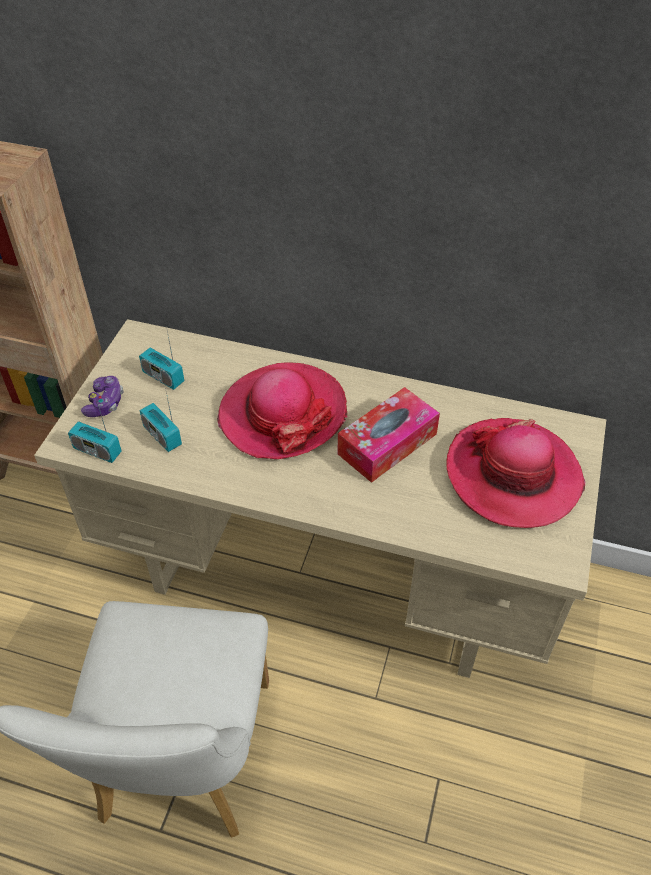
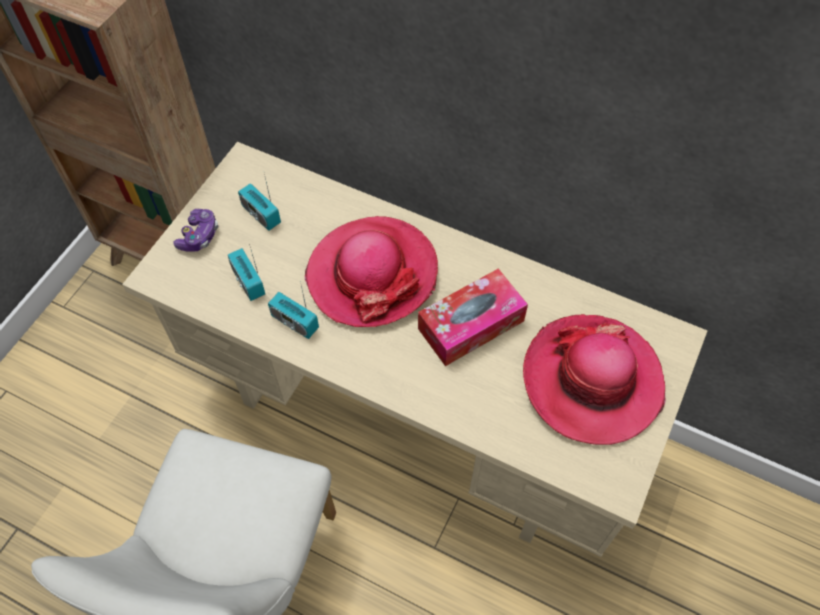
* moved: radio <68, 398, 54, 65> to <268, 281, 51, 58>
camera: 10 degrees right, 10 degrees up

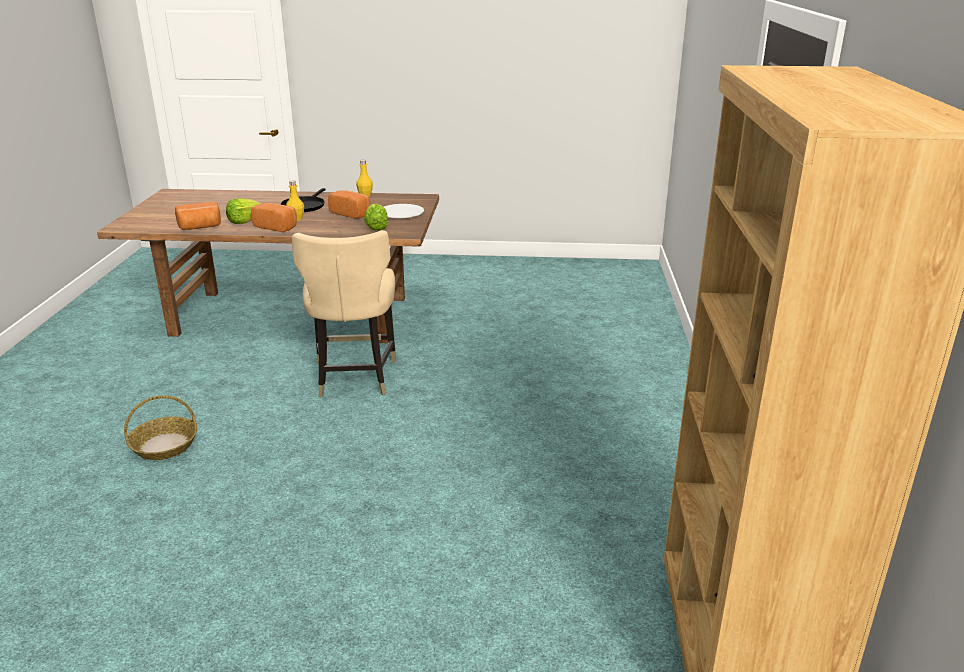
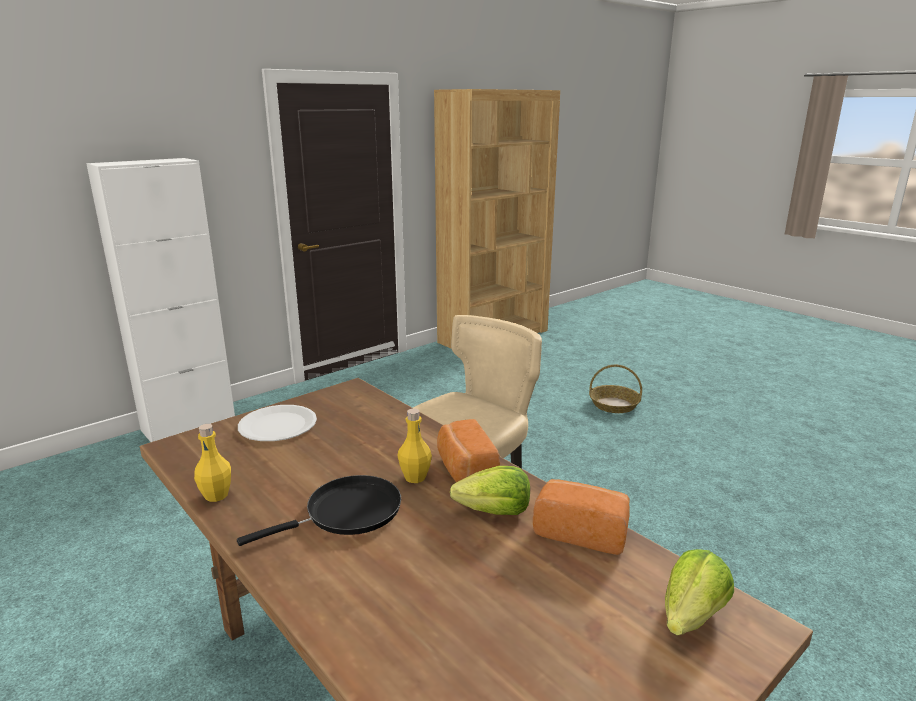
* removed: pain <328, 190, 42, 29>
* moved: laitue <364, 204, 25, 27> to <665, 549, 69, 87>
* moved: panier <124, 395, 73, 65> to <589, 365, 53, 48>
* added: meuble de rangement [blanc] <86, 158, 149, 284>
camera: 135 degrees left, 5 degrees down

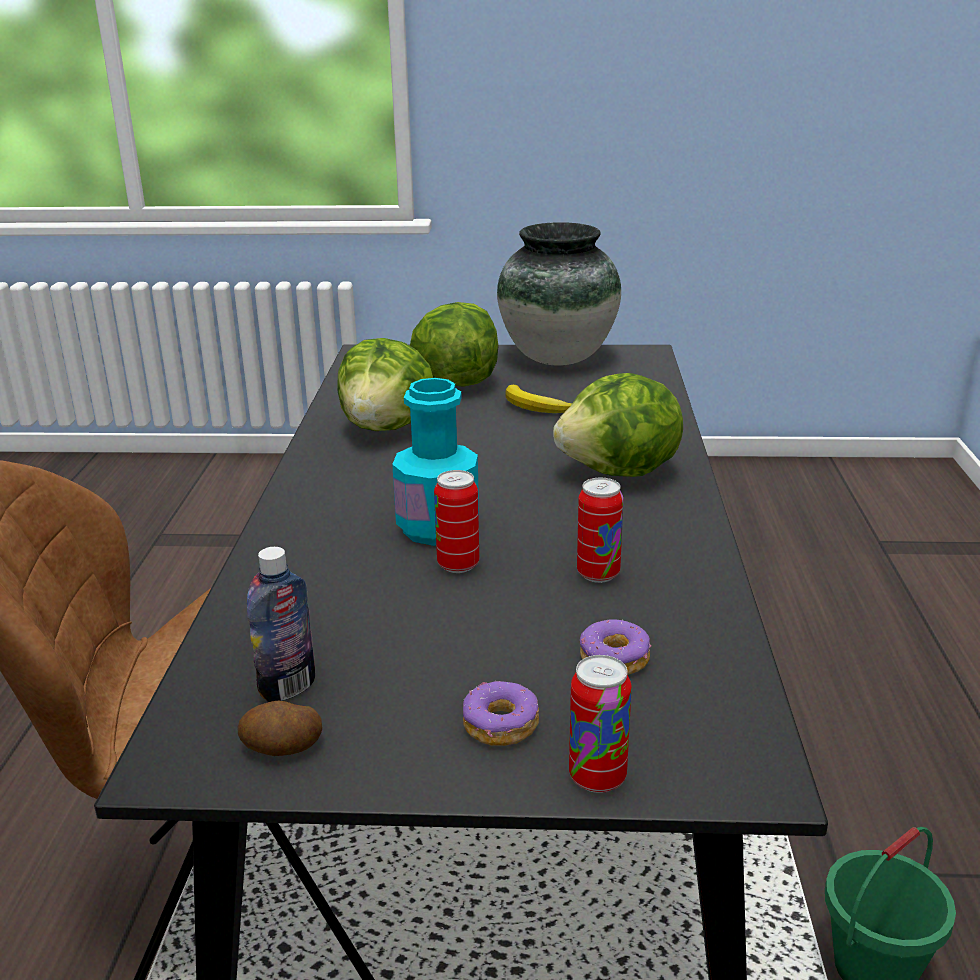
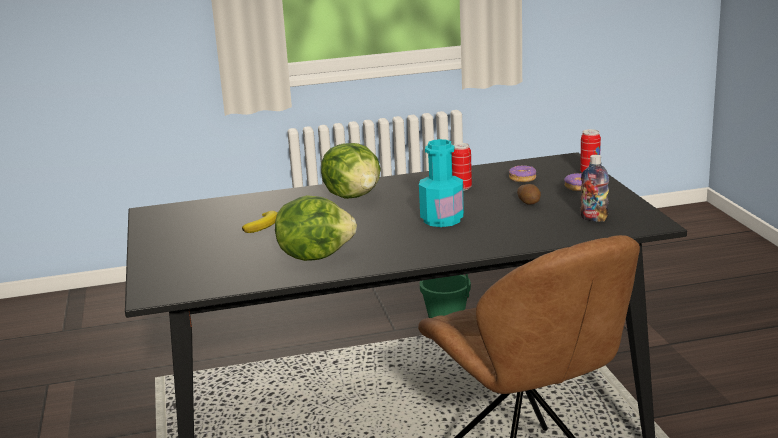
* removed: vase <497, 222, 124, 144>
* removed: laitue <410, 302, 88, 85>
* removed: boîte métallique <434, 470, 45, 103>
* moved: pomme de terre <237, 700, 85, 56> to <517, 184, 24, 21>
camera: 105 degrees left, 5 degrees down

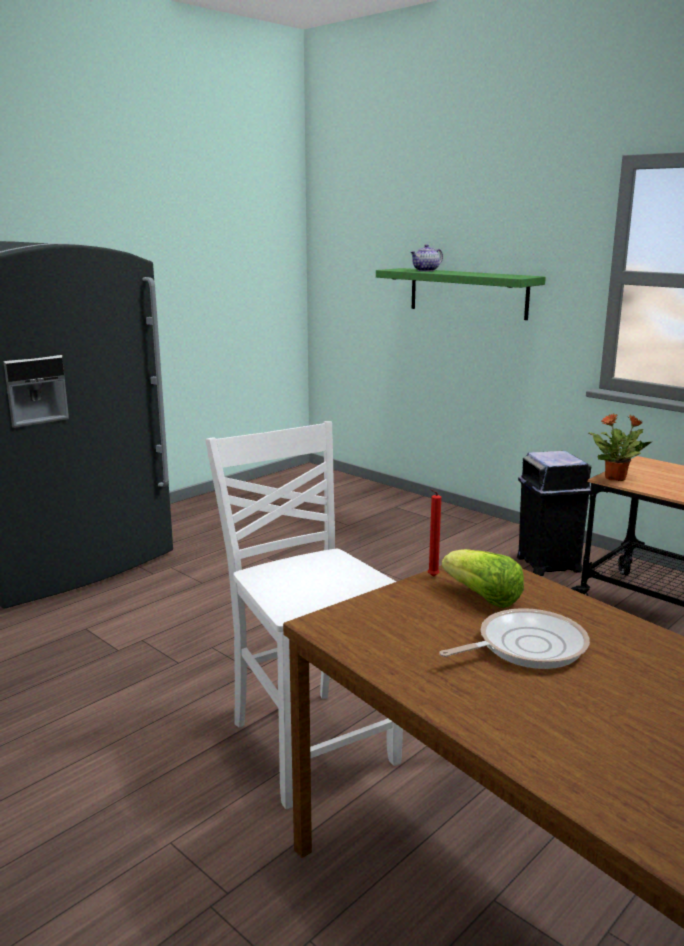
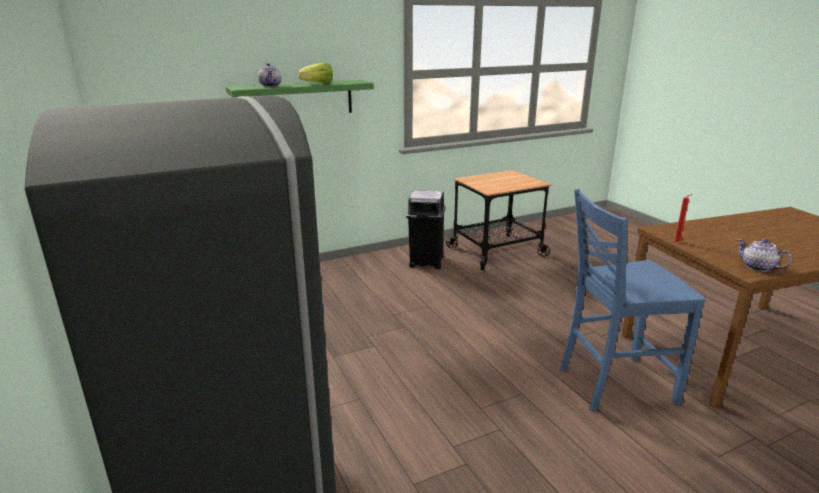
* removed: plante en pot <589, 414, 64, 67>
* recoloured: chaise [blanc] <205, 421, 198, 388> to chaise [bleu] <560, 189, 145, 223>
* moved: laitue <442, 549, 82, 59> to <298, 62, 35, 22>
* removed: poêle <440, 608, 150, 61>
* added: théière <737, 239, 55, 33>
camera: 70 degrees left, 5 degrees up

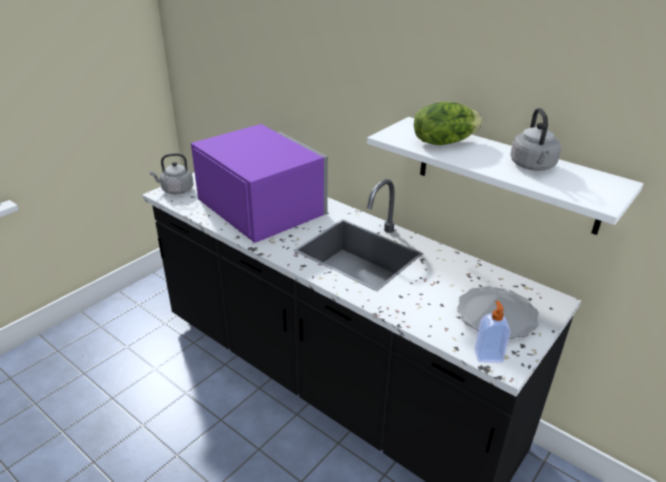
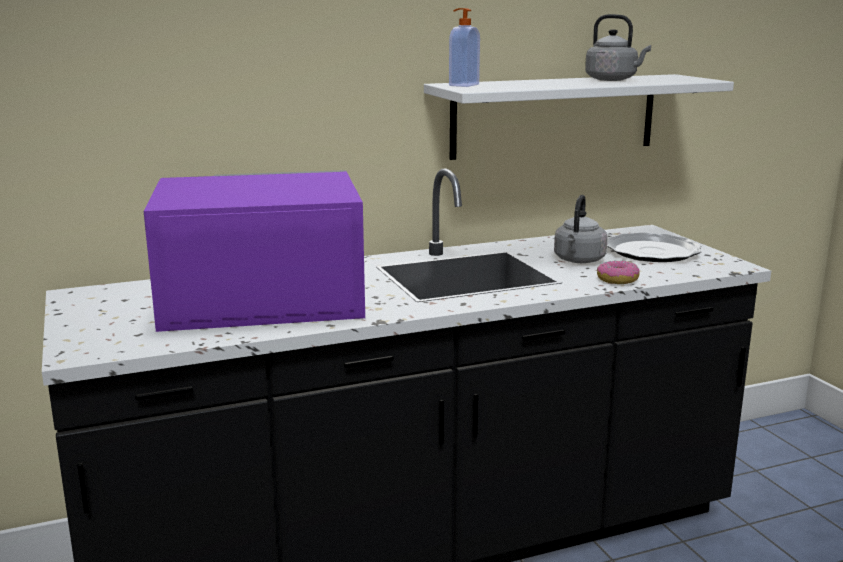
* removed: laitue <414, 102, 69, 43>
* moved: bouilloire [gris] <150, 153, 44, 41> to <554, 195, 54, 68>
* moved: distributeur de savon <474, 301, 37, 62> to <449, 8, 31, 79>
* added: beignet <597, 261, 43, 23>
camera: 60 degrees left, 15 degrees down

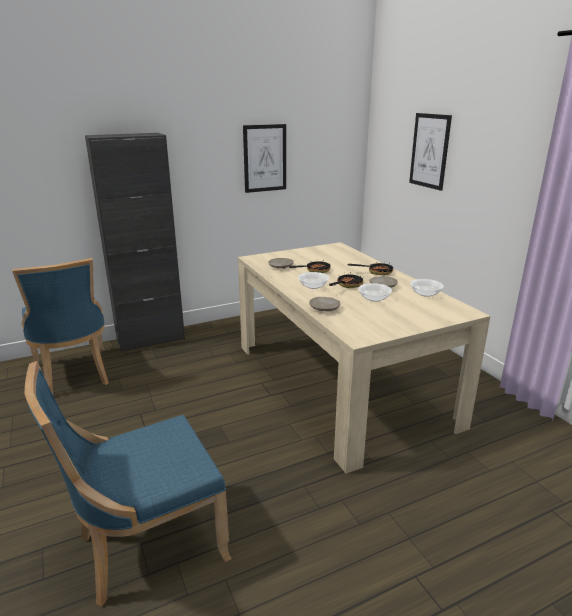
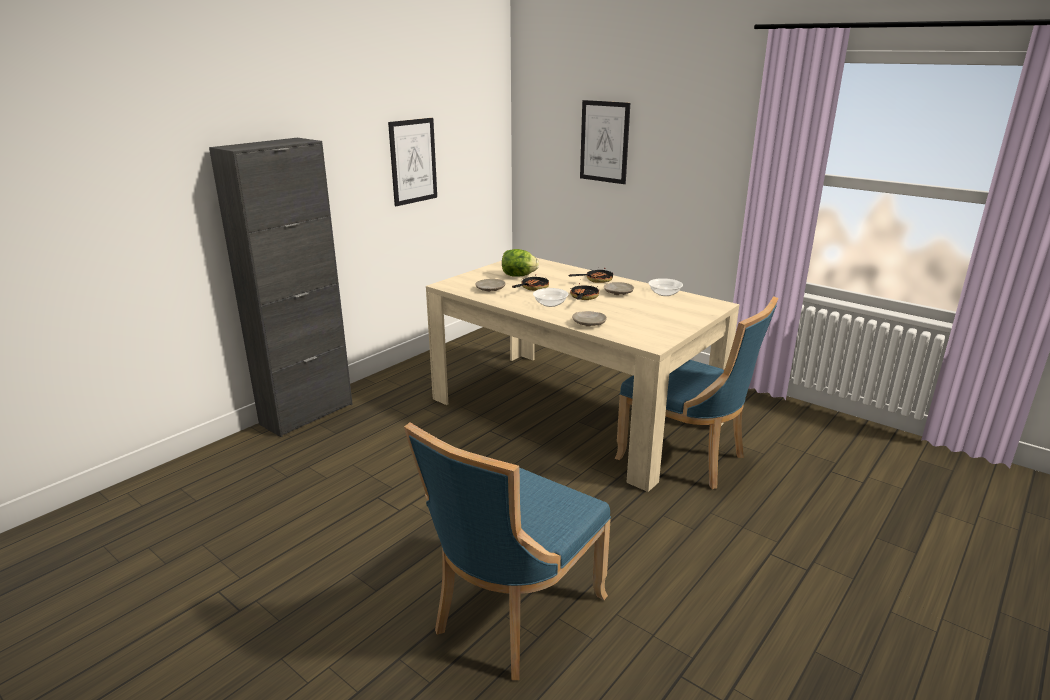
* moved: chaise [bleu] <12, 258, 97, 136> to <614, 296, 164, 193>
* removed: bol <358, 283, 34, 19>
* added: laitue <502, 249, 37, 28>
camera: 25 degrees left, 0 degrees up

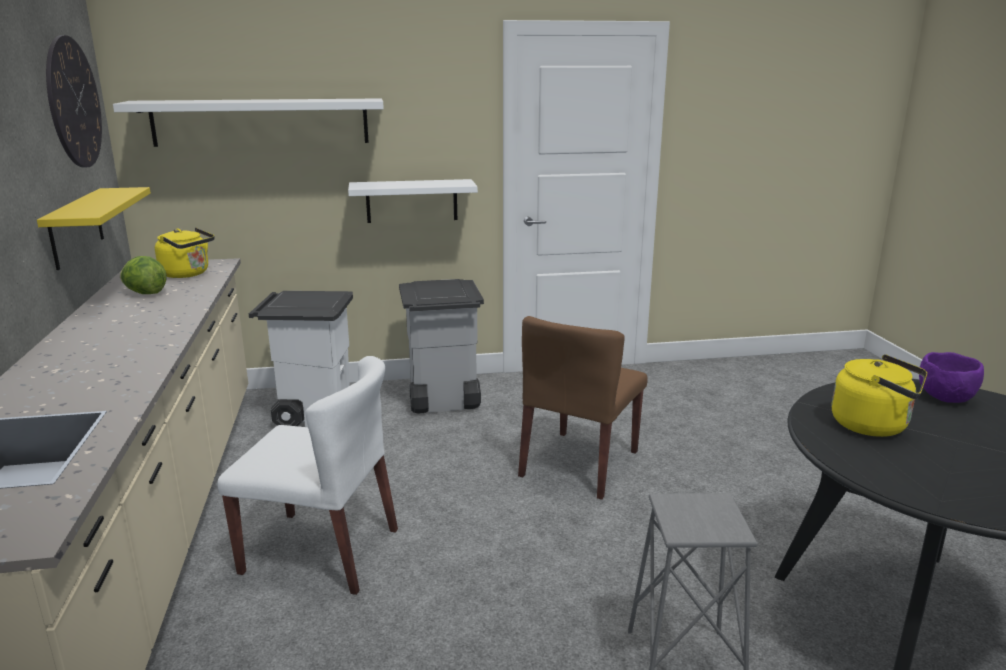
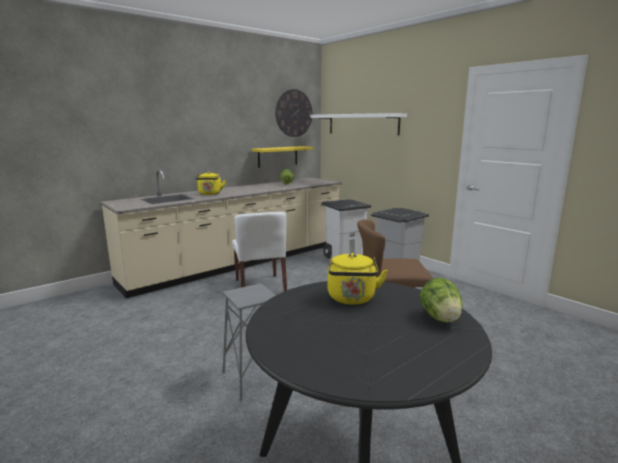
* removed: étagère [blanc] <348, 179, 130, 44>
* moved: bouilloire [jaune] <155, 228, 60, 50> to <195, 172, 31, 23>
* replaced: bol [violet] <919, 352, 65, 51> to laitue <420, 277, 42, 45>
camera: 60 degrees right, 5 degrees down

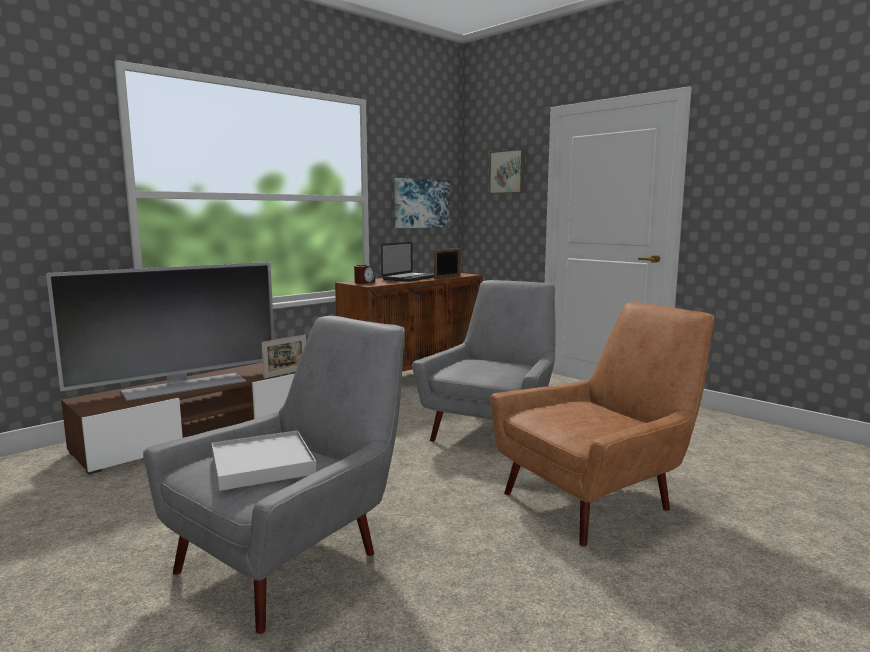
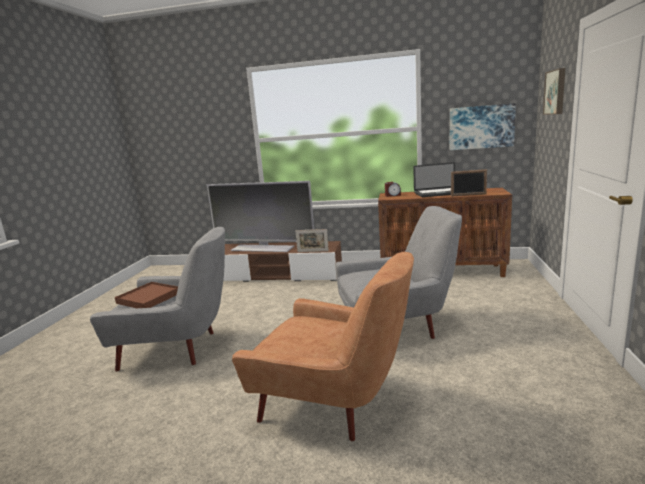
* recoloured: plateau [blanc] <212, 430, 104, 61> to plateau [marron] <115, 282, 63, 26>
camera: 55 degrees right, 5 degrees up

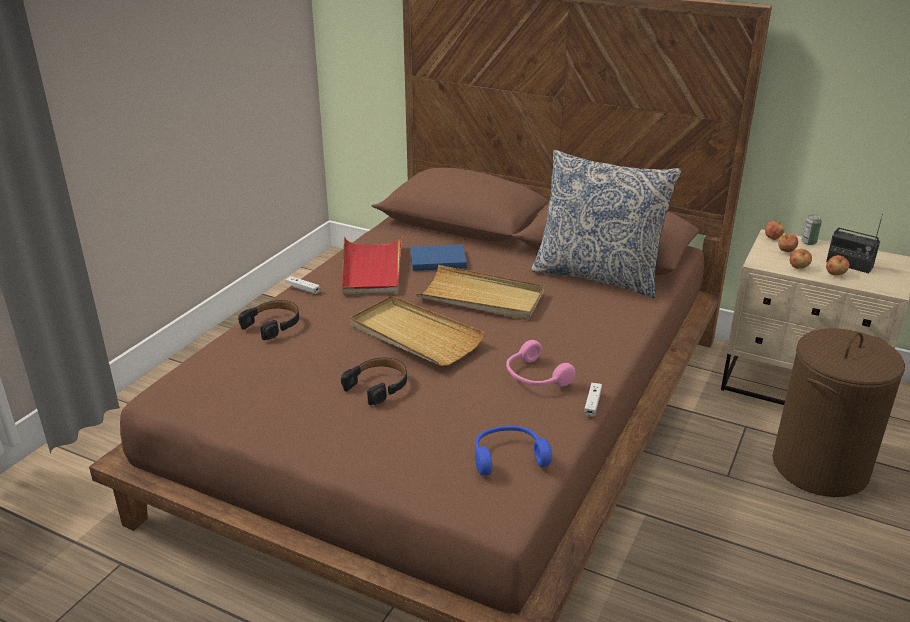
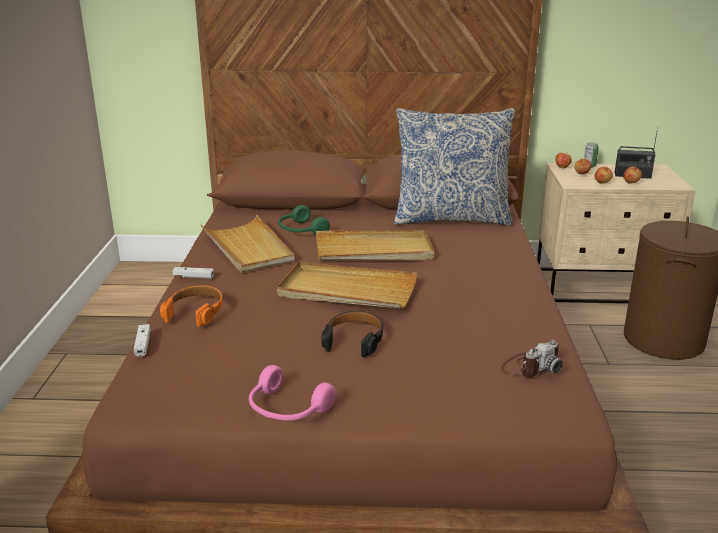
* recoloured: plateau [rouge] <342, 236, 60, 58> to plateau [beige] <201, 215, 94, 58>
* replaced: livre [bleu] <410, 244, 57, 27> to casque audio [vert] <278, 205, 52, 30>
* recoloured: casque audio [noir] <238, 300, 61, 40> to casque audio [orange] <160, 285, 63, 42>
* moved: casque audio [rose] <506, 340, 70, 47> to <249, 365, 86, 56>
* moved: manette [blanc] <584, 383, 18, 34> to <134, 324, 17, 33>
* replaced: casque audio [bleu] <475, 426, 77, 50> to appareil photo <501, 340, 62, 38>
camera: 25 degrees left, 5 degrees down

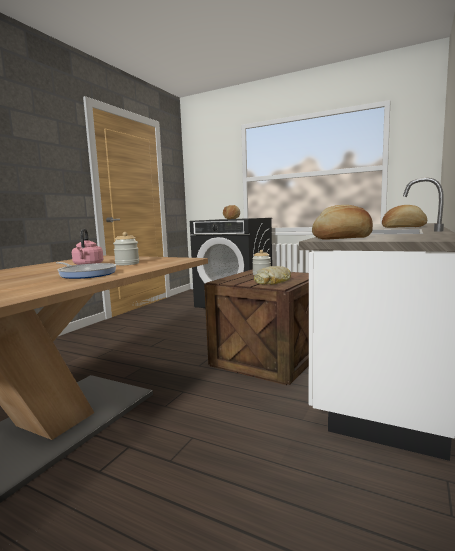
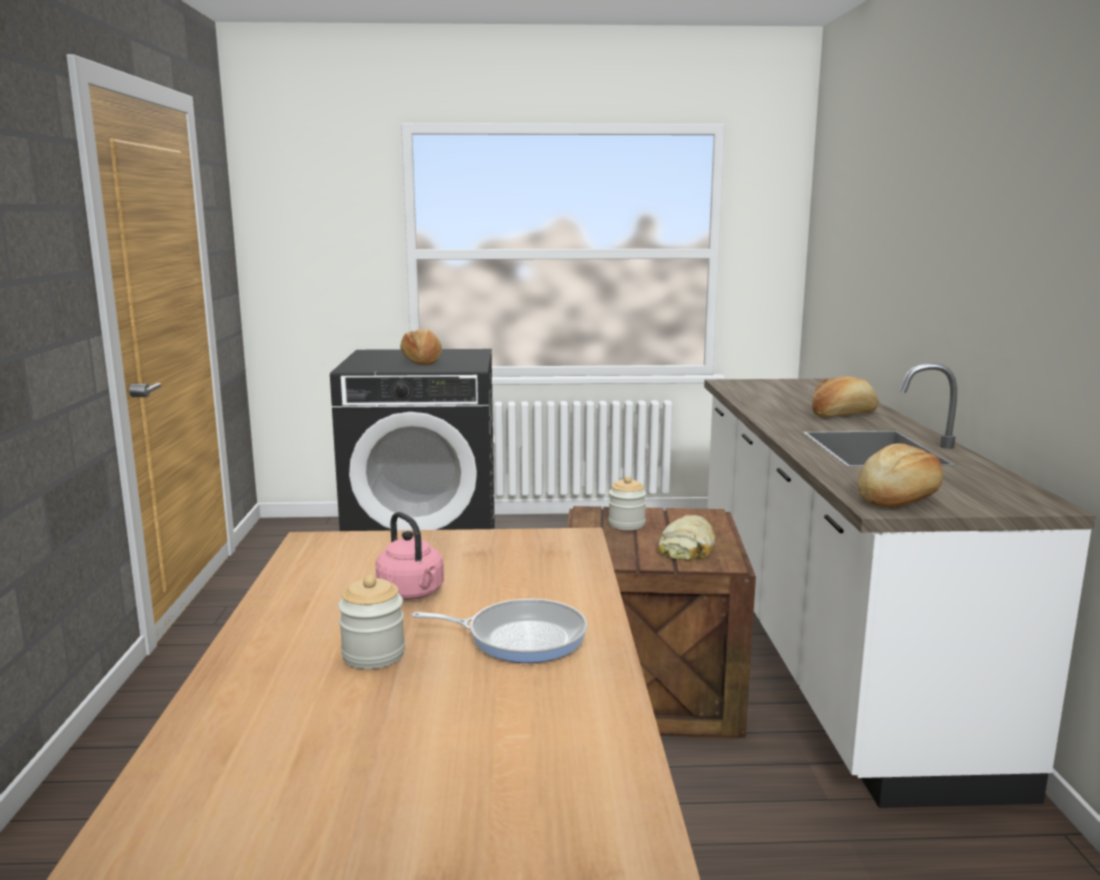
* moved: bocal <113, 232, 26, 33> to <338, 575, 67, 94>
camera: 30 degrees left, 5 degrees up

